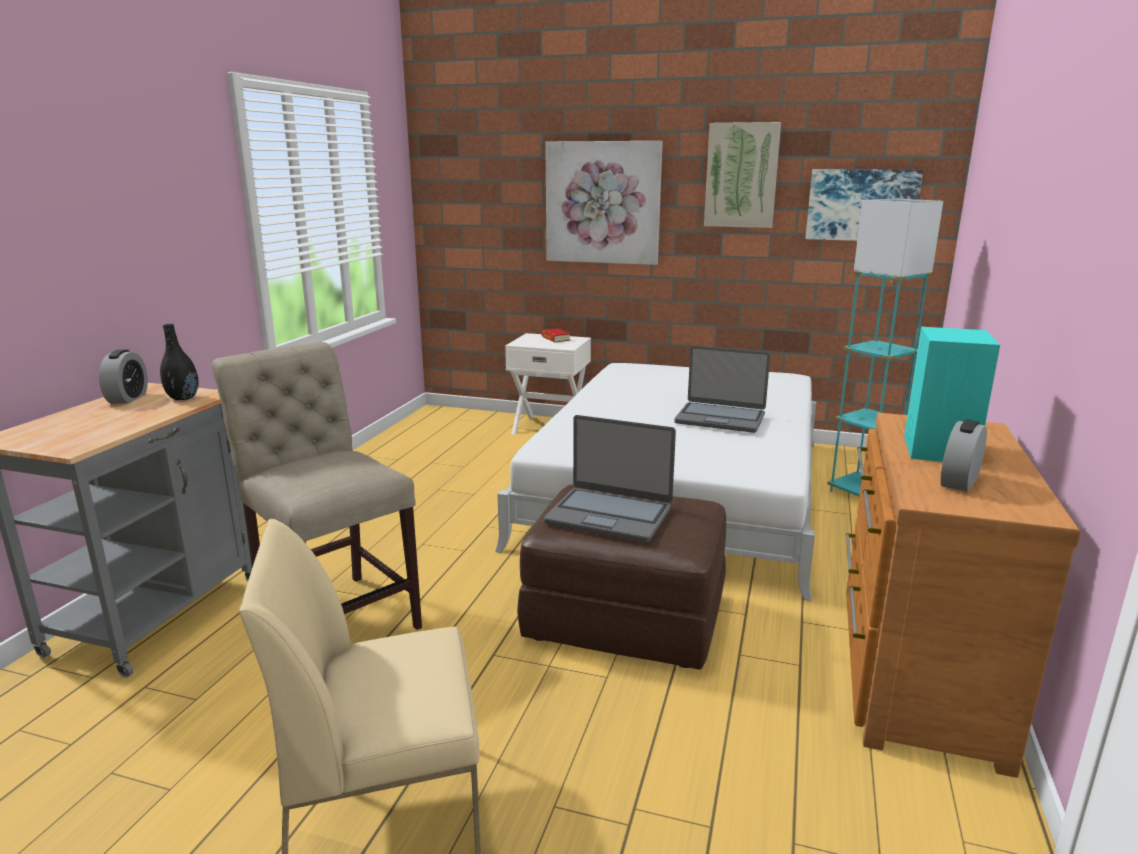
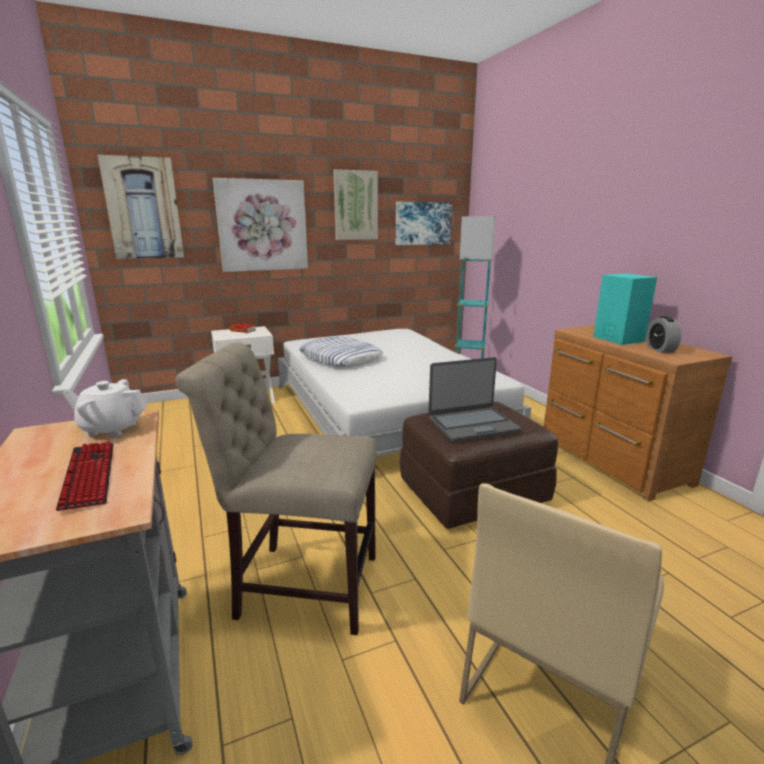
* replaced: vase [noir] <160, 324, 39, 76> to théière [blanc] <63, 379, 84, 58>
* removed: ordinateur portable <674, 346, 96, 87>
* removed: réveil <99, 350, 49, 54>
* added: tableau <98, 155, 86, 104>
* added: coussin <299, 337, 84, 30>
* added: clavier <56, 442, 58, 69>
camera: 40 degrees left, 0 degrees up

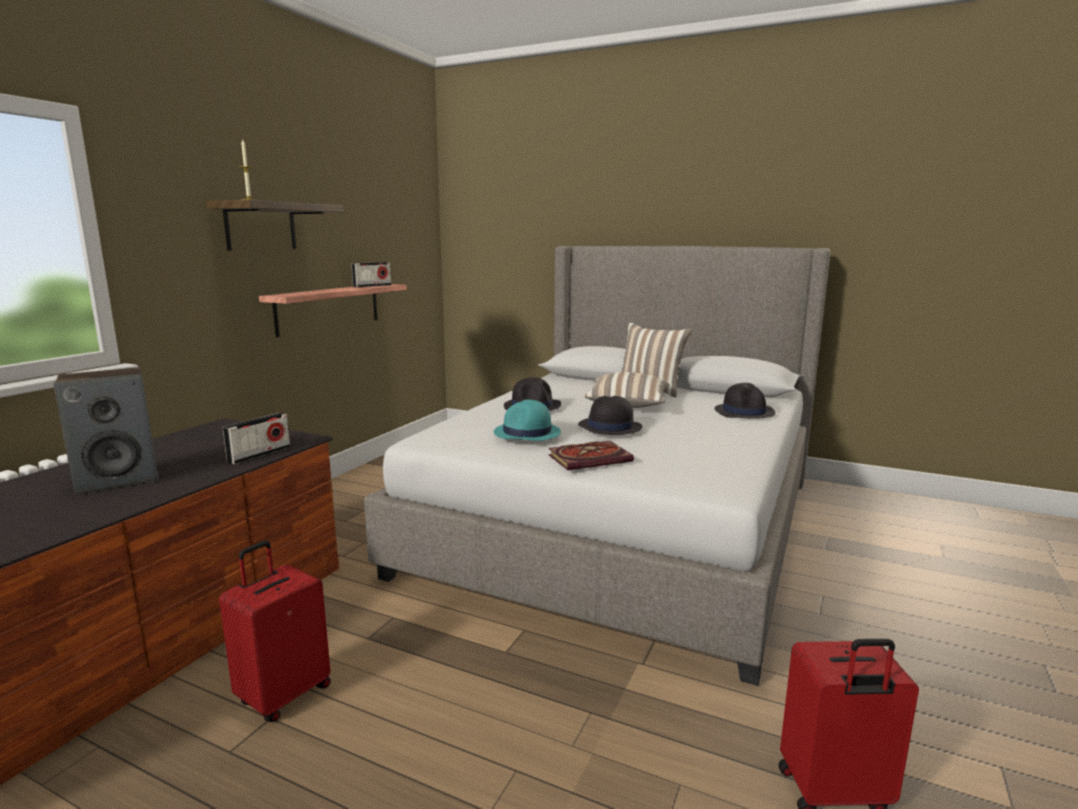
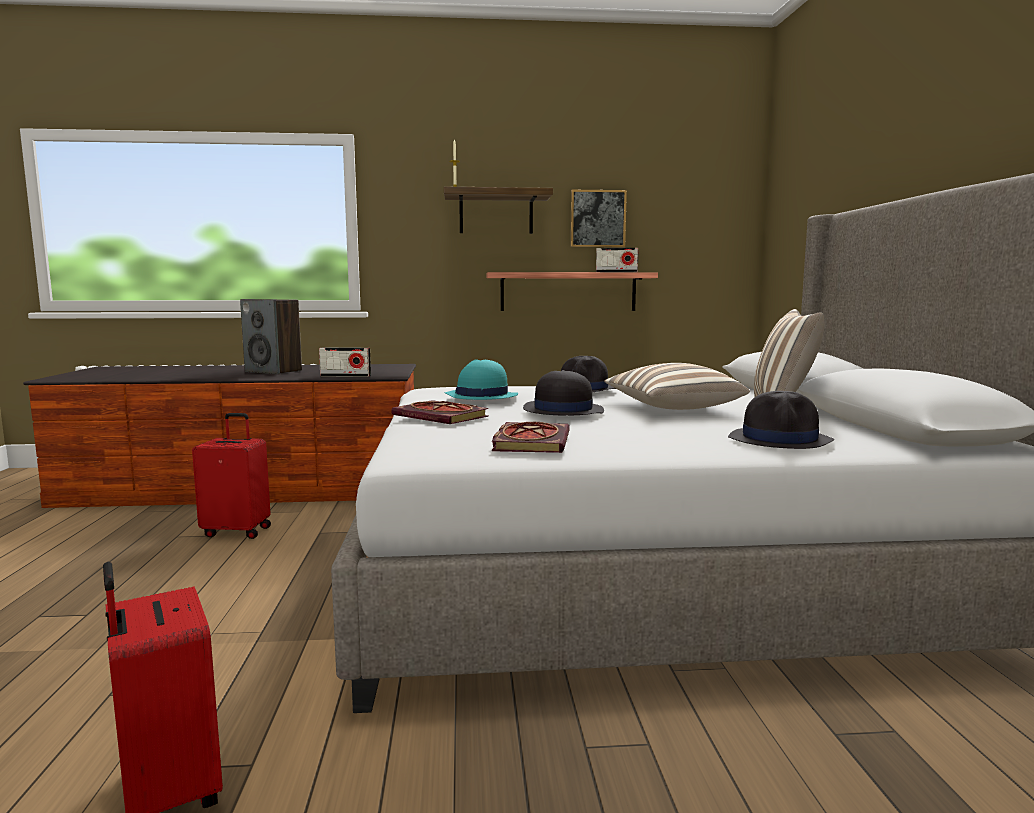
* added: tableau <570, 190, 57, 57>
* added: livre <492, 422, 78, 31>
camera: 60 degrees right, 5 degrees down

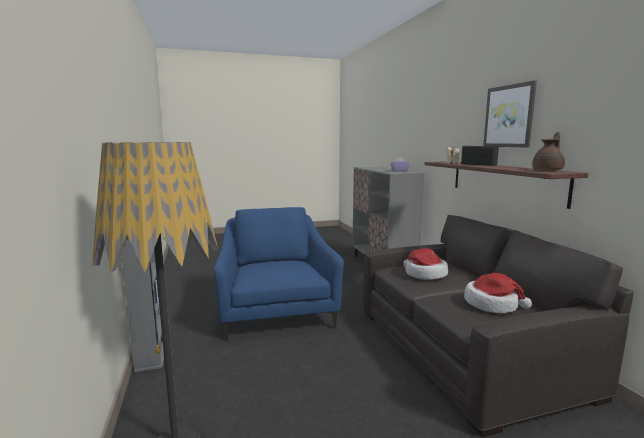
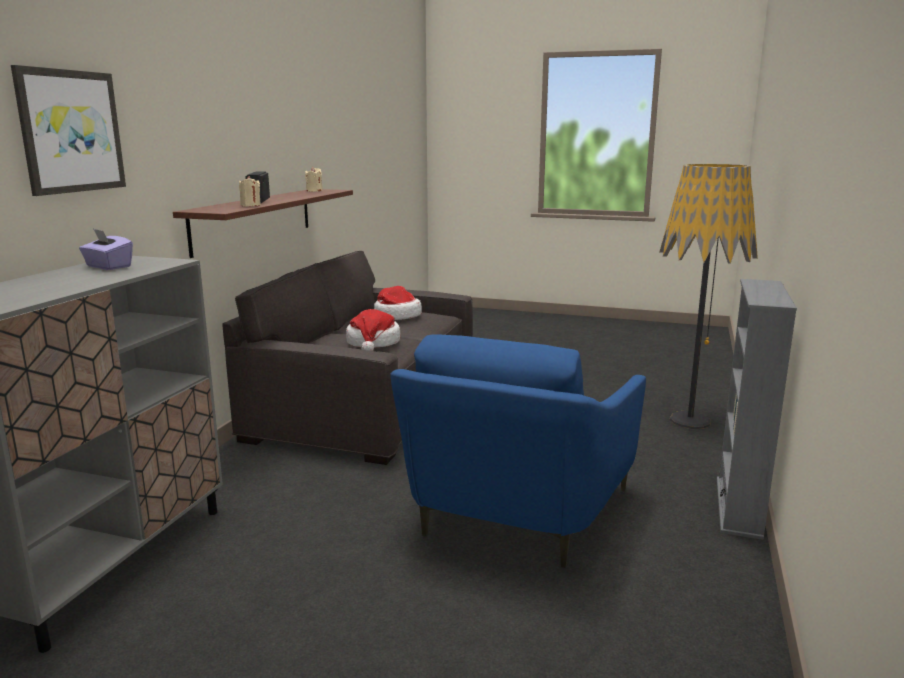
* moved: tableau <483, 80, 54, 68> to <11, 65, 115, 131>
* replaced: théière [marron] <532, 132, 33, 39> to bougie [beige] <305, 167, 18, 25>
camera: 145 degrees left, 5 degrees up

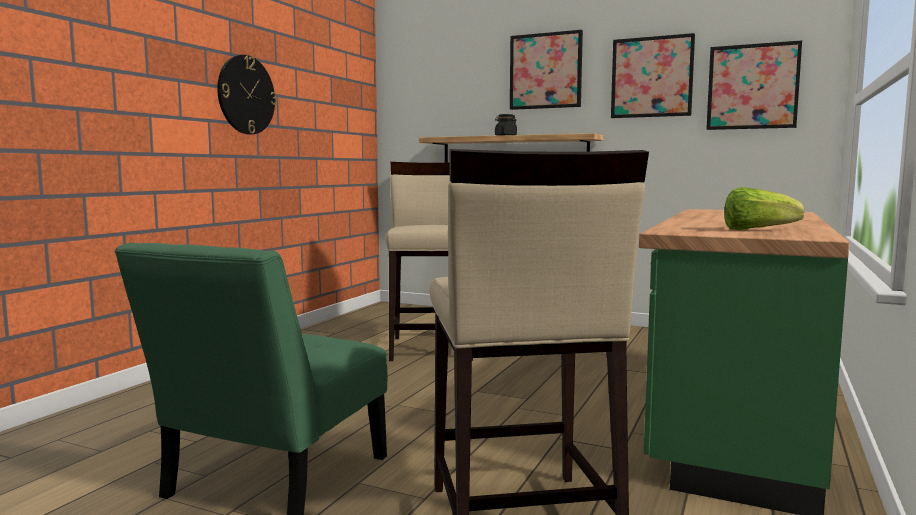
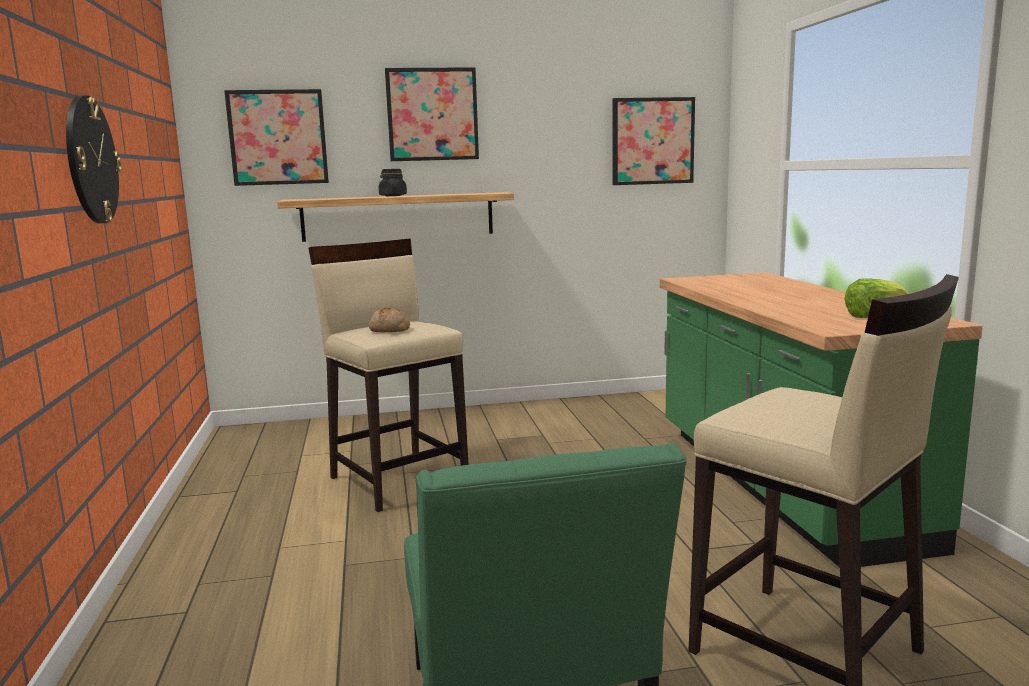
* moved: tableau <611, 33, 84, 85> to <224, 89, 105, 97>
* added: pain <369, 308, 41, 24>
camera: 35 degrees left, 5 degrees up

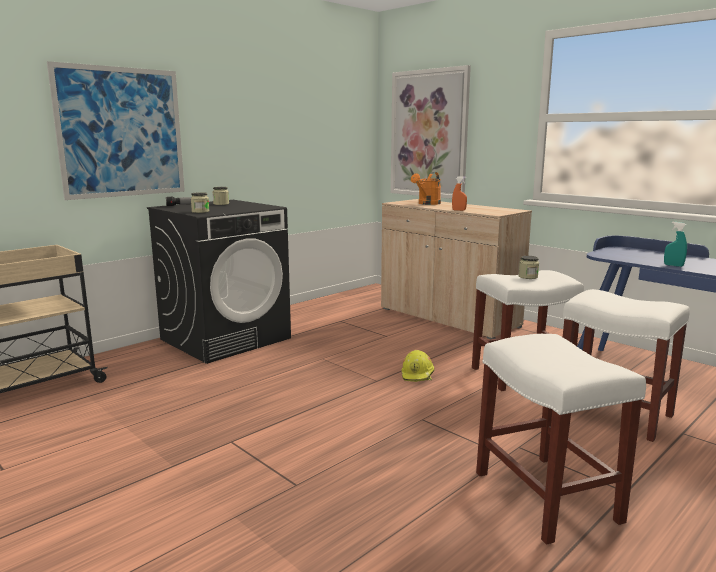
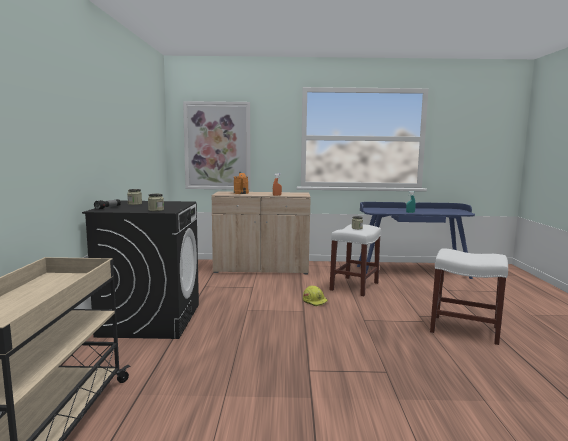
* removed: tableau <47, 61, 138, 139>
* removed: tabouret [blanc] <563, 289, 127, 153>
camera: 45 degrees left, 5 degrees down

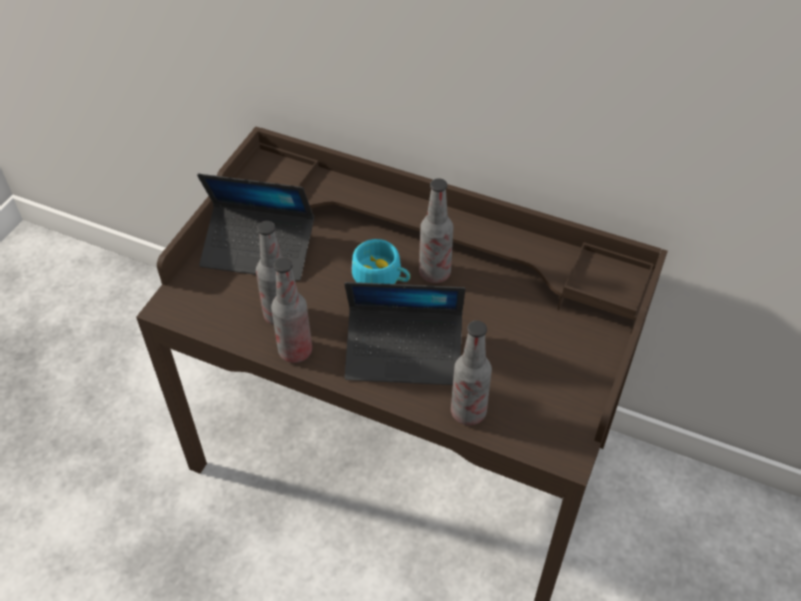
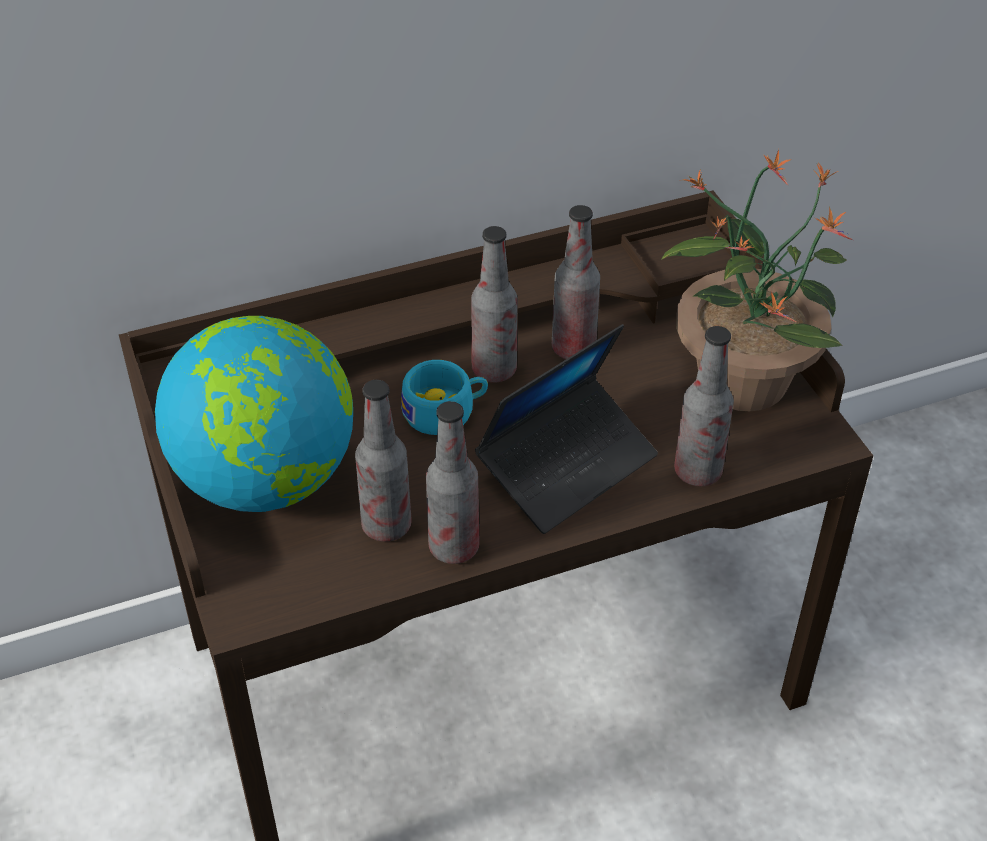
* replaced: ordinateur portable <197, 174, 117, 107> to globe <155, 316, 198, 196>
* added: plante en pot <661, 149, 192, 262>
* added: bouteille <552, 205, 48, 154>
camera: 45 degrees left, 5 degrees down

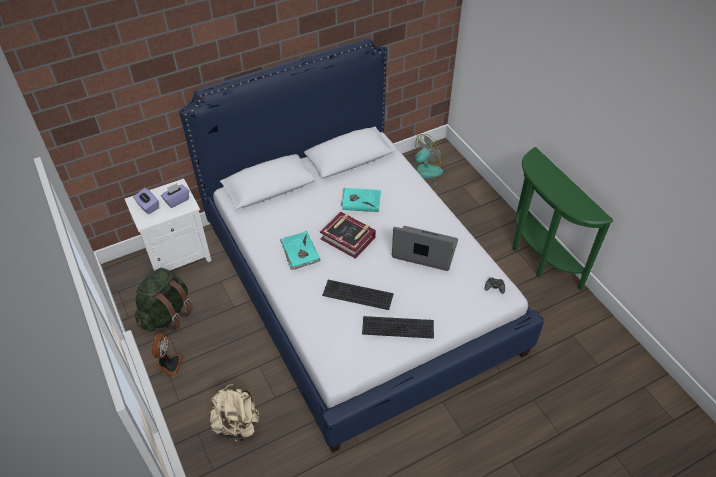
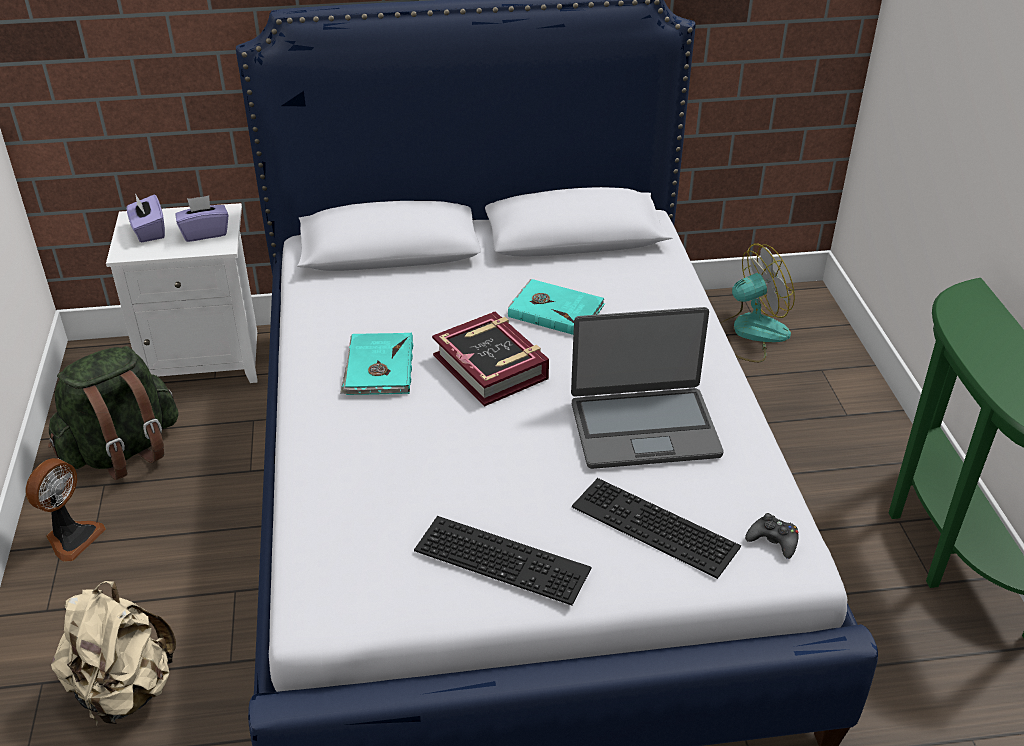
* turned: ordinateur portable <392, 226, 66, 45> = <571, 307, 152, 162> 135 degrees clockwise
* moved: clavier <322, 280, 72, 30> to <572, 478, 169, 101>
camera: 20 degrees right, 10 degrees down

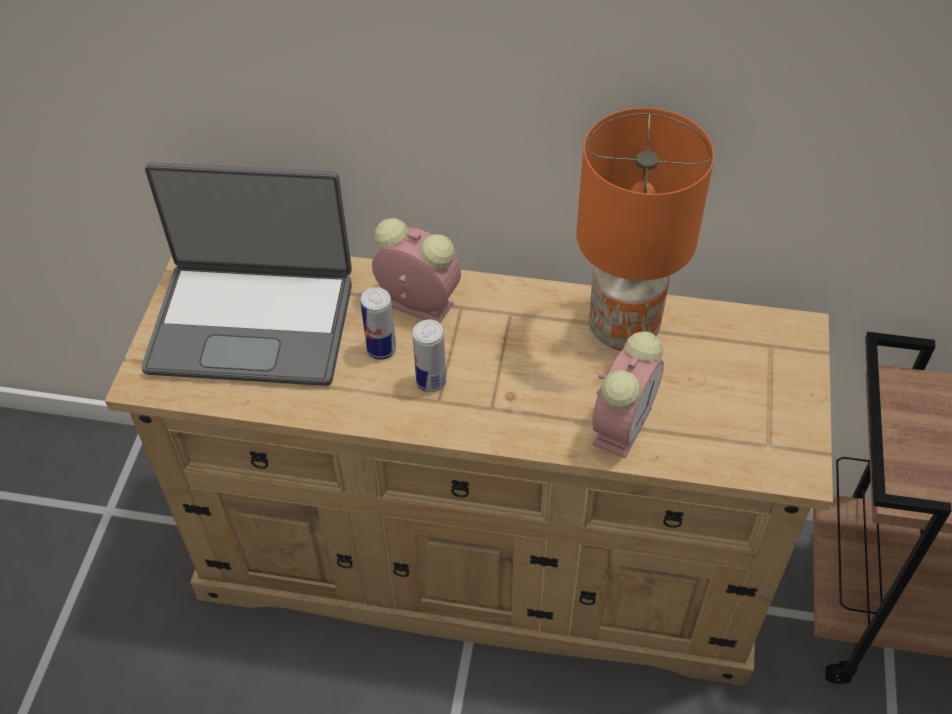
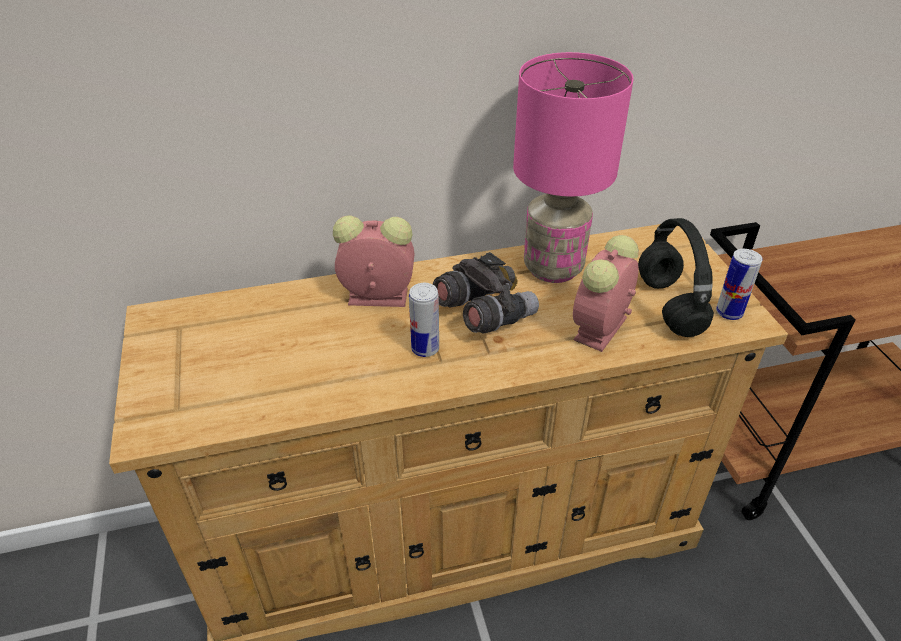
* recoloured: lampe de table [orange] <577, 108, 137, 243> to lampe de table [rose] <513, 52, 121, 231>
* removed: ordinateur portable <141, 162, 211, 224>
* moved: boîte métallique <361, 287, 35, 73> to <716, 249, 47, 71>
* turned: réveil <592, 331, 72, 127> = <573, 235, 66, 117> 150 degrees counterclockwise
* added: casque audio [noir] <638, 218, 76, 119>
* added: jumelles [gris] <433, 252, 106, 82>
camera: 25 degrees left, 10 degrees down

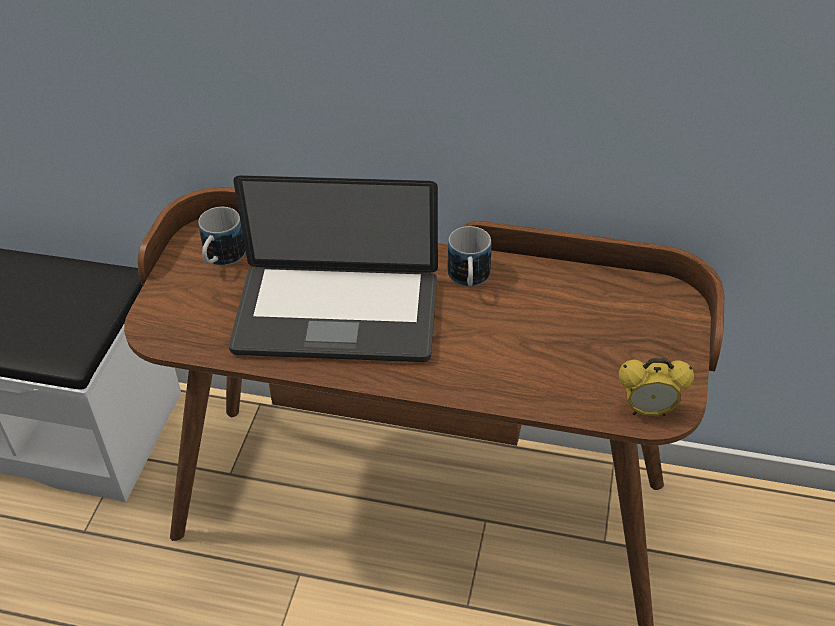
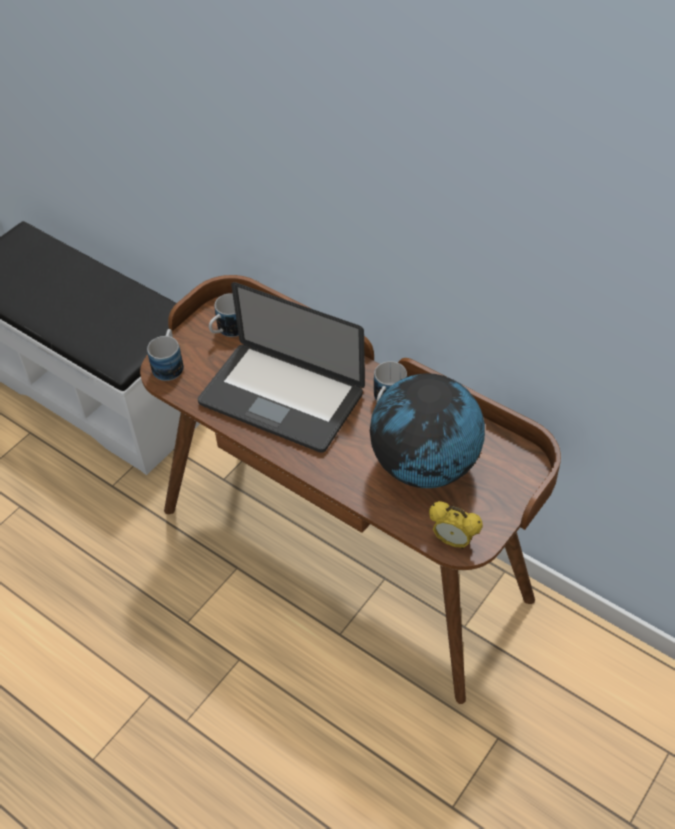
* added: mug <147, 329, 37, 52>
* added: globe <370, 373, 115, 115>
camera: 25 degrees right, 5 degrees up

